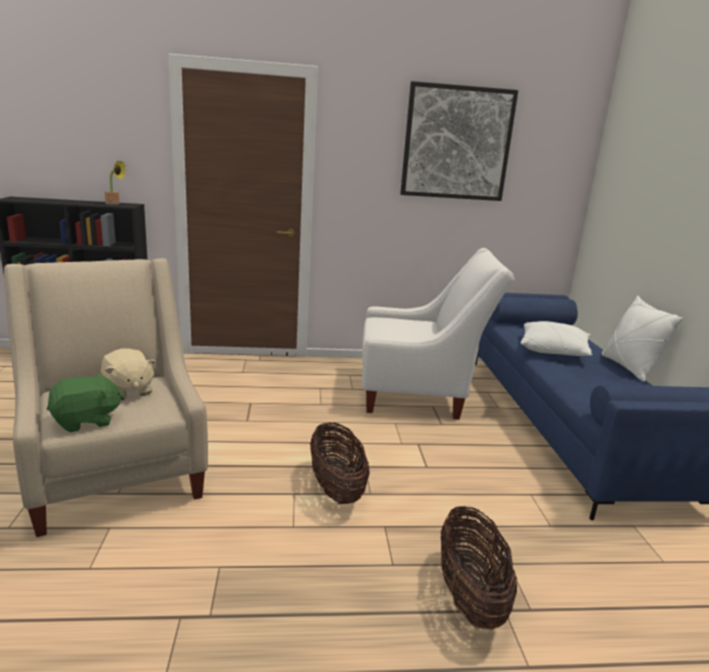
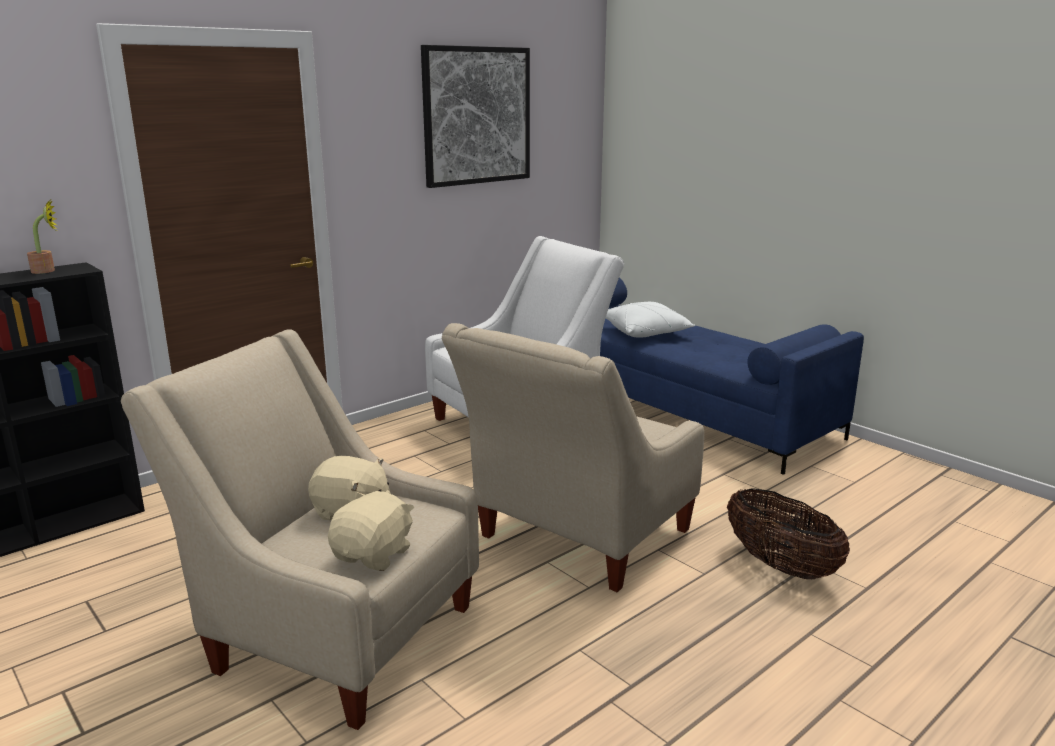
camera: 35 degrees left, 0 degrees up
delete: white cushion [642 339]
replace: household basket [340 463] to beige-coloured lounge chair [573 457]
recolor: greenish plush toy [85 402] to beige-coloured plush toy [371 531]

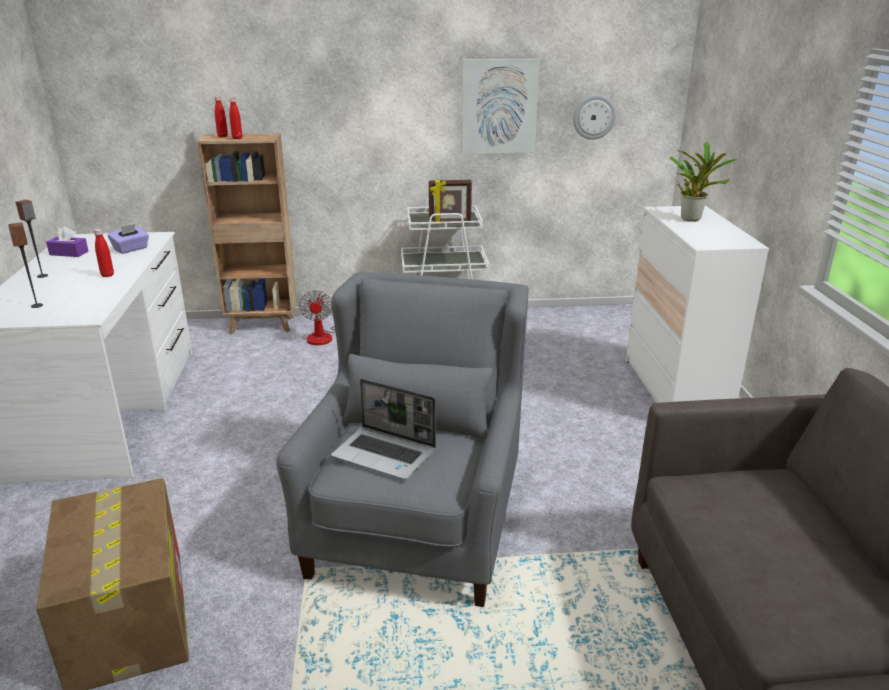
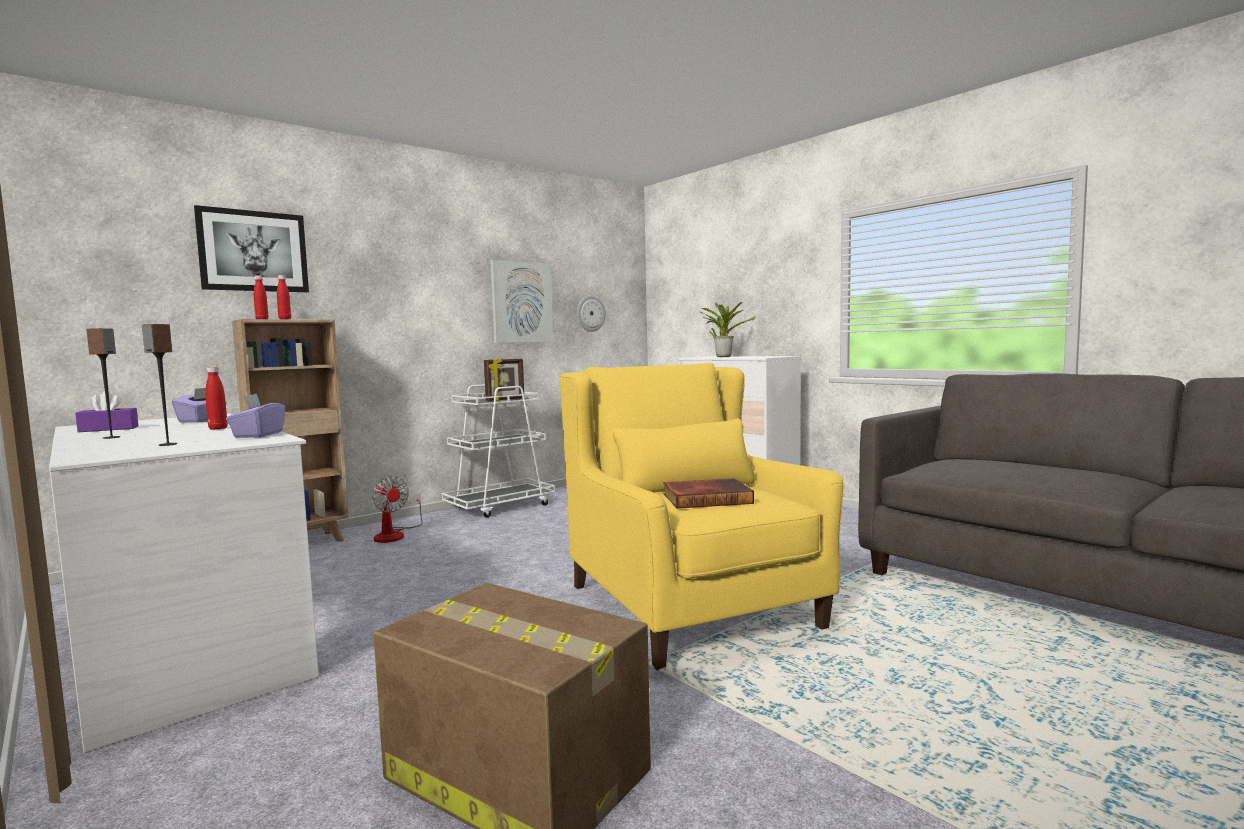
camera: 35 degrees left, 20 degrees down
insert: picture [251 248]; purple tissue holder [255 416]
replace: laptop [383 429] to volume [708 493]
recolor: gray lounge chair [402 439] to yellowish lounge chair [702 517]

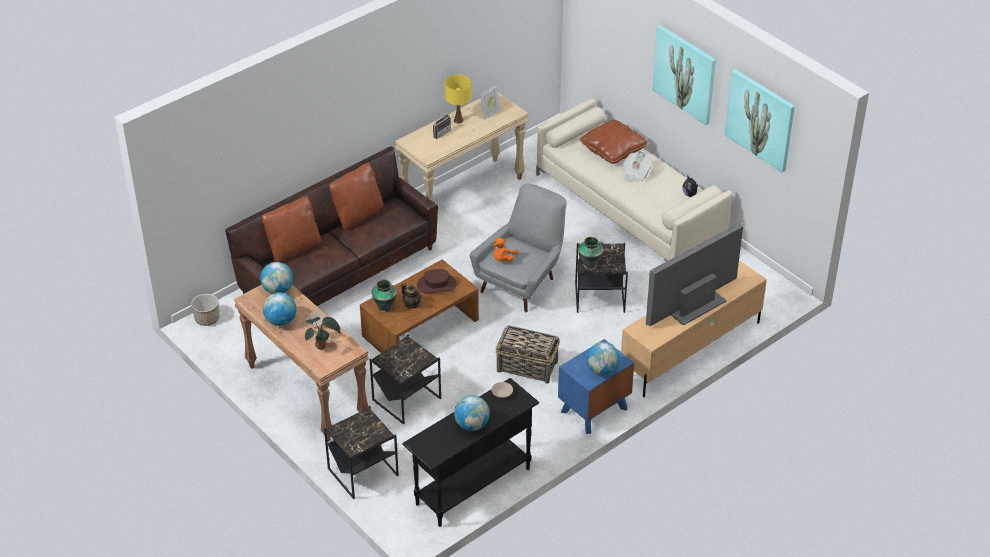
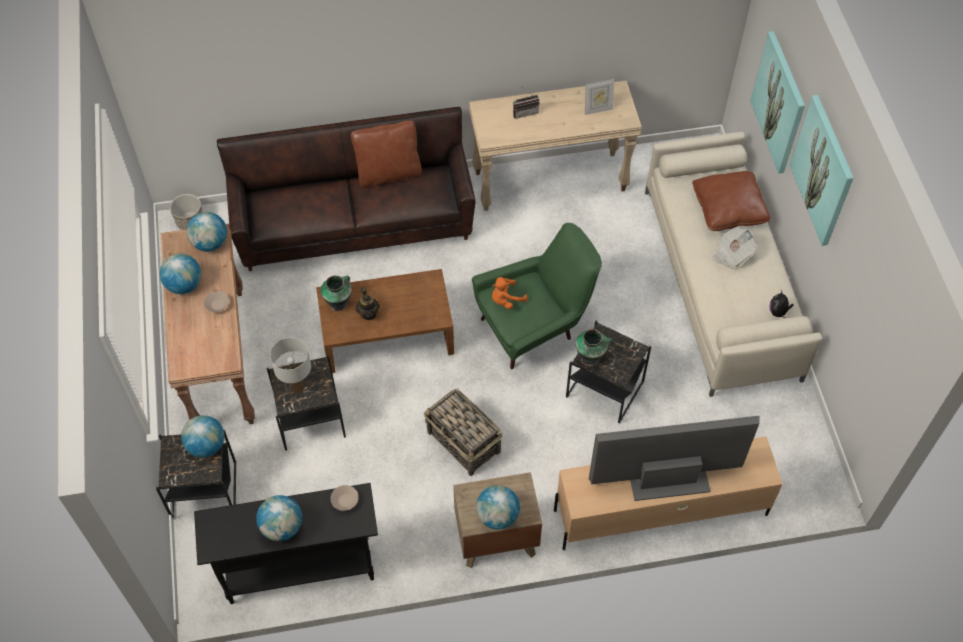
camera: 30 degrees right, 15 degrees up
delete: yellowish tabletop lamp [458 99]; brown cushion [291 229]; brown hat [437 281]; houseplant [323 333]
insert: white tabletop lamp [290 365]; desk globe [202 436]
move: picture [760 121] to [777 102]
recolor: gray lounge chair [518 248] to greenish lounge chair [537 296]; blue night table [596 386] to brown night table [497 520]

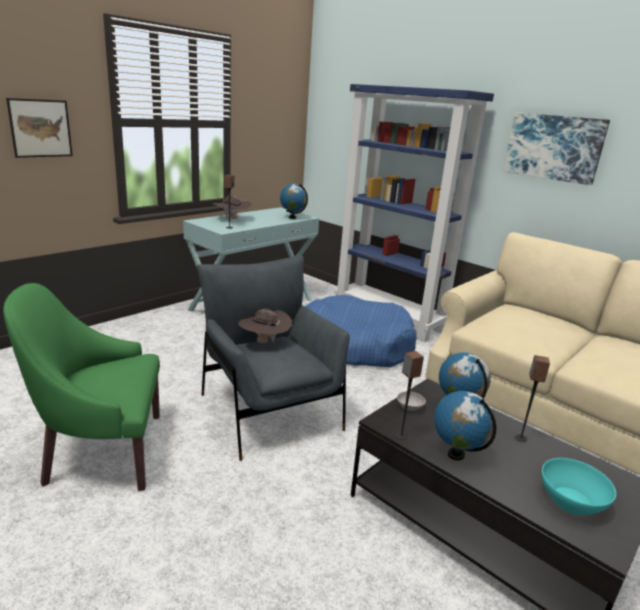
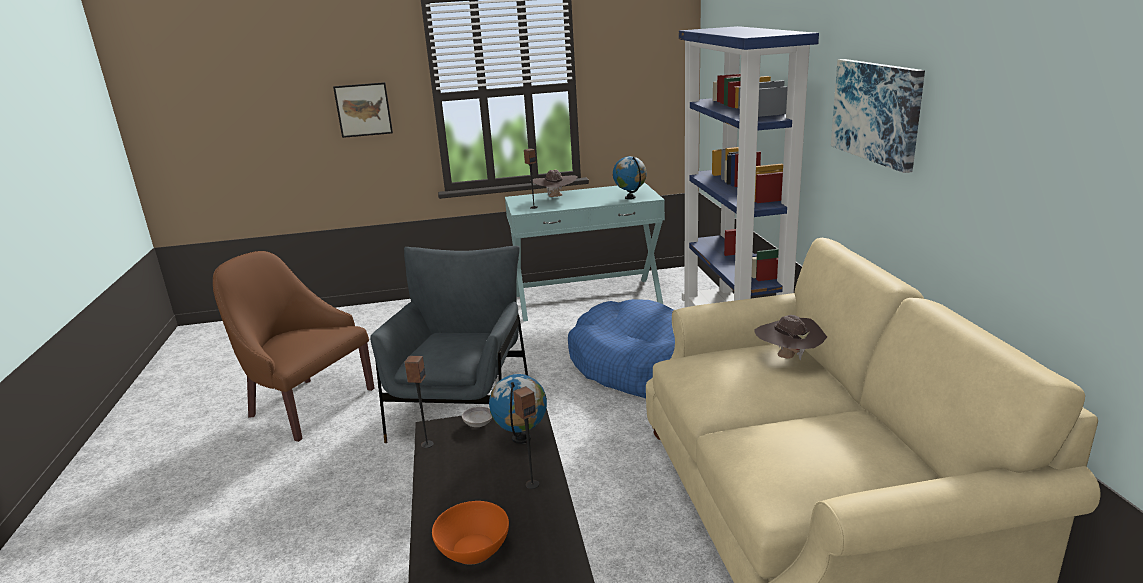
camera: 40 degrees right, 0 degrees up
delete: desk globe [465 426]
move: brown hat [265 326] to [791 338]
recolor: greenish lounge chair [81 387] to brown lounge chair [294 346]; turquoise bowl [579 486] to orange-coloured bowl [470 533]

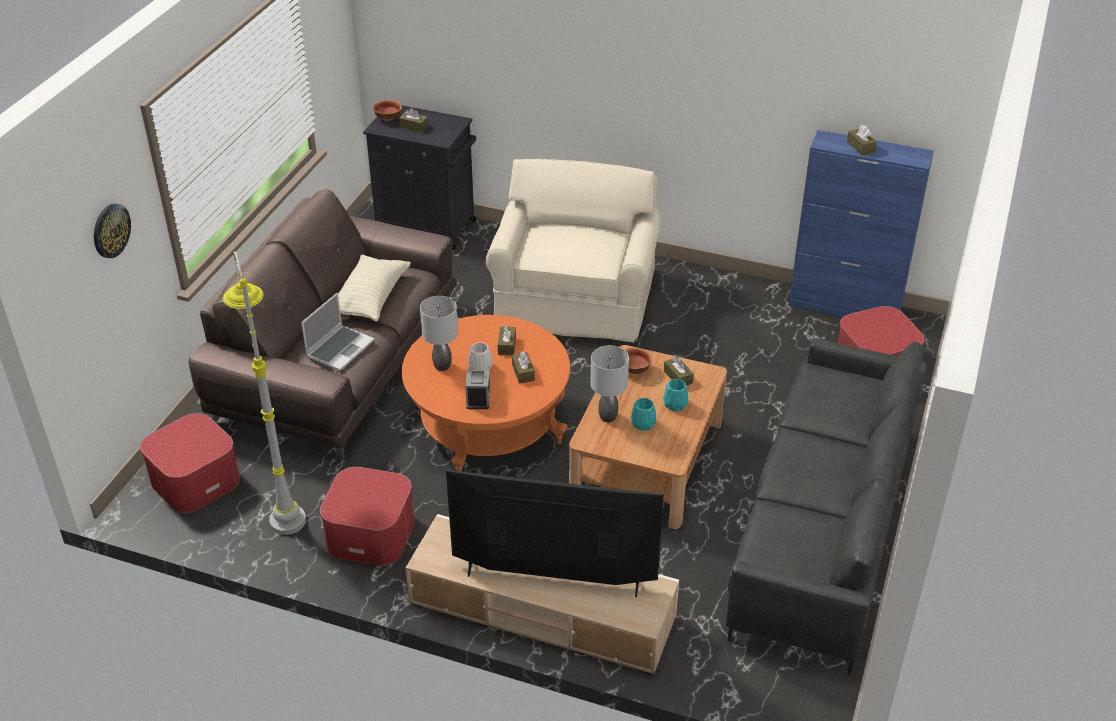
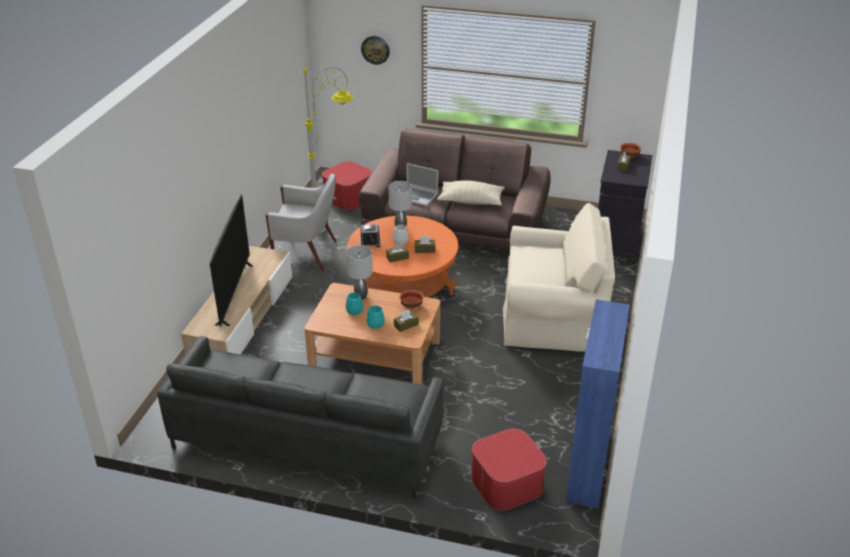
camera: 85 degrees right, 5 degrees down
delete: brown tissue holder [862 140]
replace: footrest [367 516] to white lounge chair [300 223]

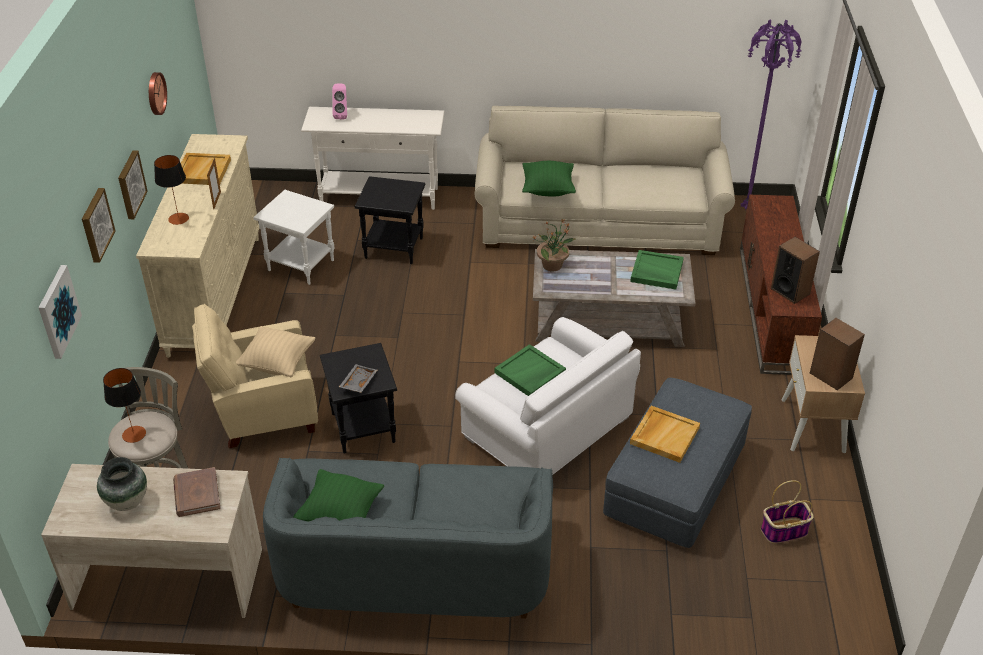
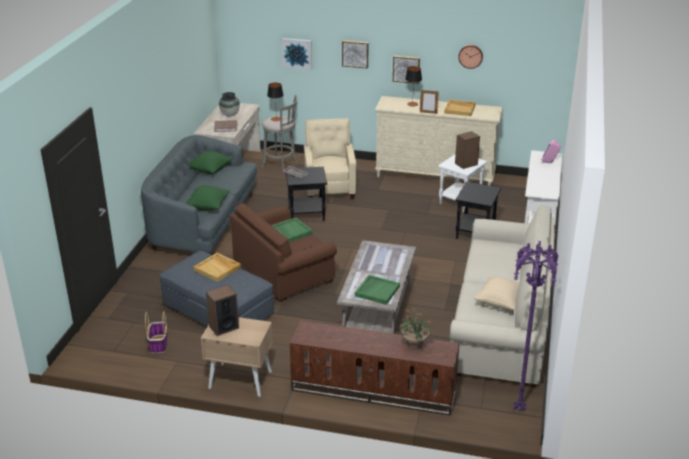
camera: 100 degrees right, 10 degrees down
move: greenish cushion [549 178] to [207 197]; houseplant [555 245] to [417 329]; speaker [795 270] to [467 150]; beige-coloured cushion [275 351] to [496 293]
recolor: white lounge chair [548 395] to brown lounge chair [283 252]

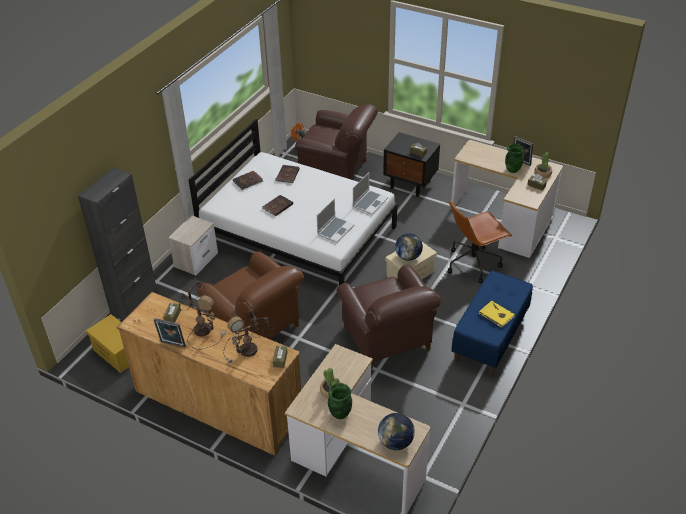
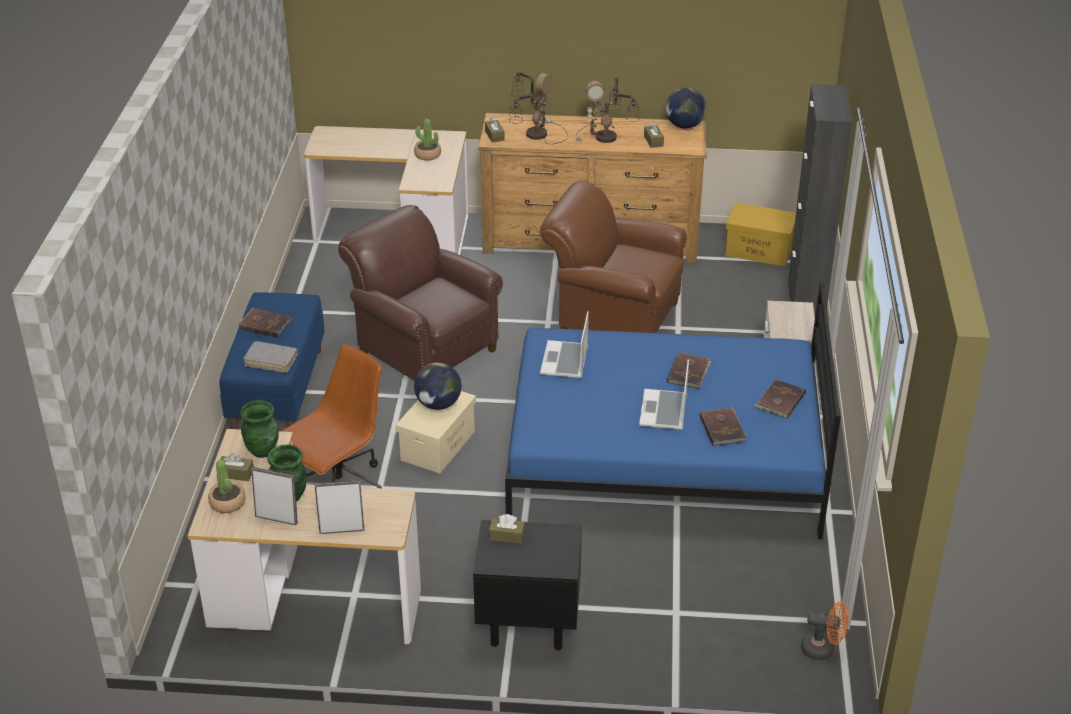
camera: 155 degrees right, 5 degrees down
delete: brown lounge chair [336 142]
insert: gray volume [270 357]
move: laptop [370 193] to [664 394]; picture frame [170 333] to [339 507]; greenish decorative vase [340 401] to [259 429]; desk globe [396 431] to [686 108]
recolor: white sleeping bed [292 202] to blue sleeping bed [673 410]; yellowish volume [497 314] to brown volume [265 322]

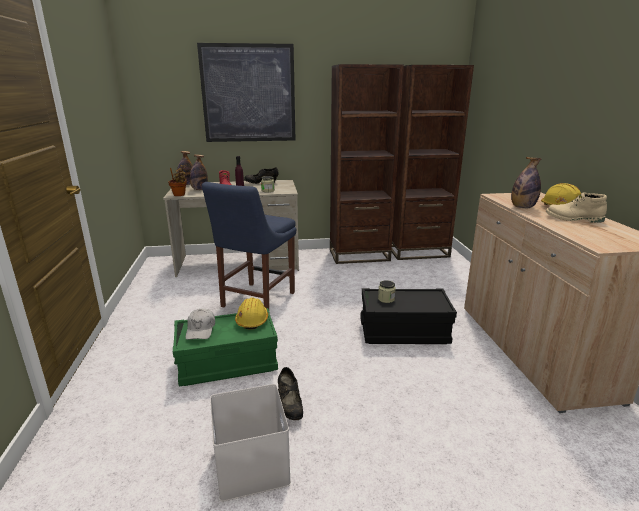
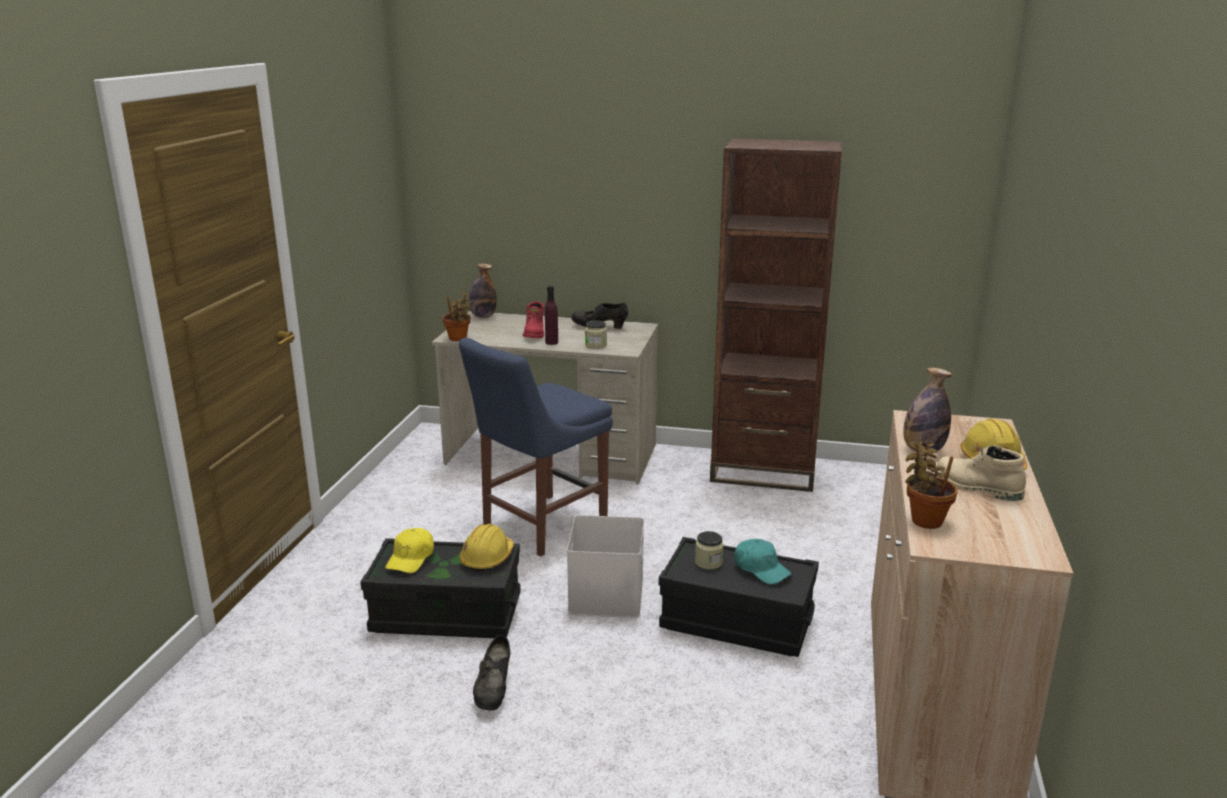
camera: 20 degrees right, 0 degrees up
delete: picture [246 92]; brown bookshelf [432 162]; bottle [199 172]
insert: houseplant [931 485]; turquoise peaked cap [763 561]
move: white storage box [250 443] to [605 566]
recolor: greenish storage box [225 347] to blackish storage box [440 588]; white peaked cap [200 324] to yellowish peaked cap [409 550]

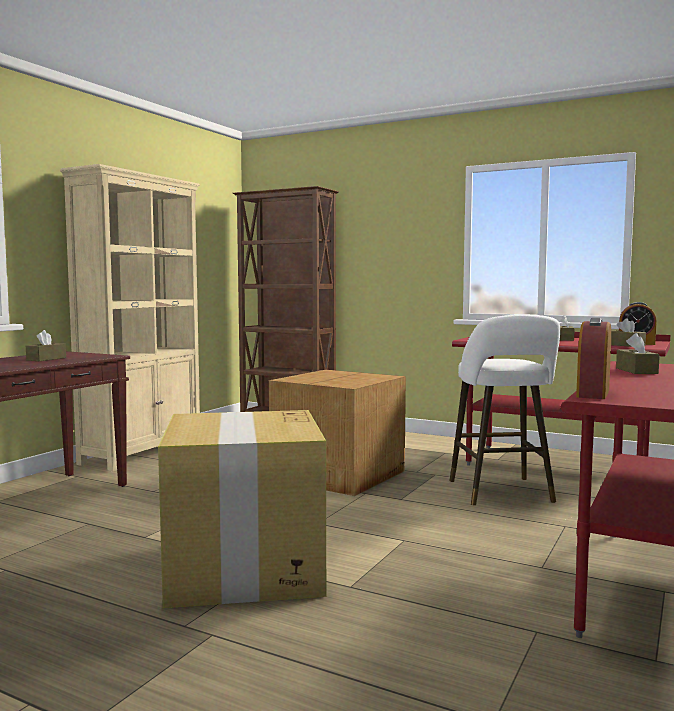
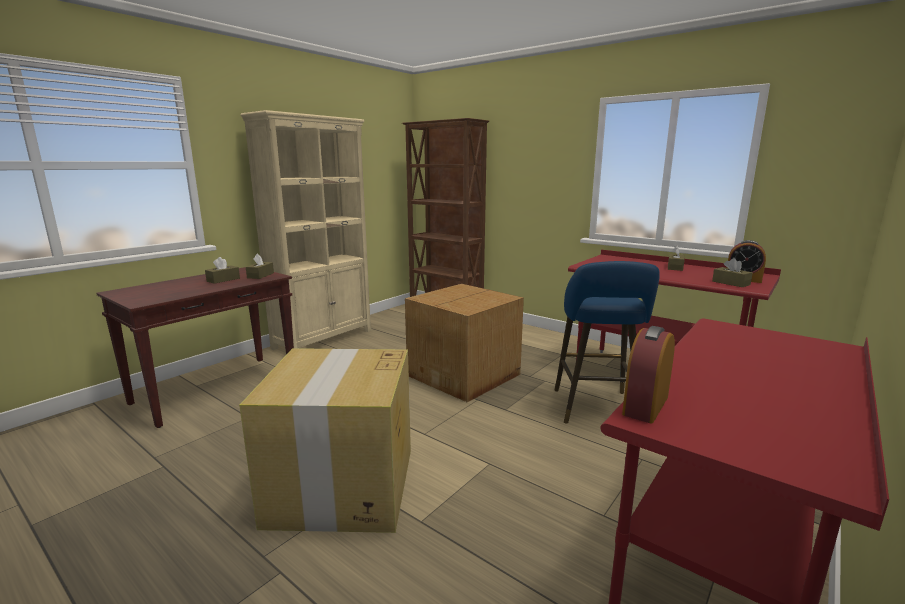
camera: 10 degrees right, 10 degrees up
move: brown tissue holder [638 353] to [260 266]
recolor: white sitting stool [505 409] to blue sitting stool [607 342]

